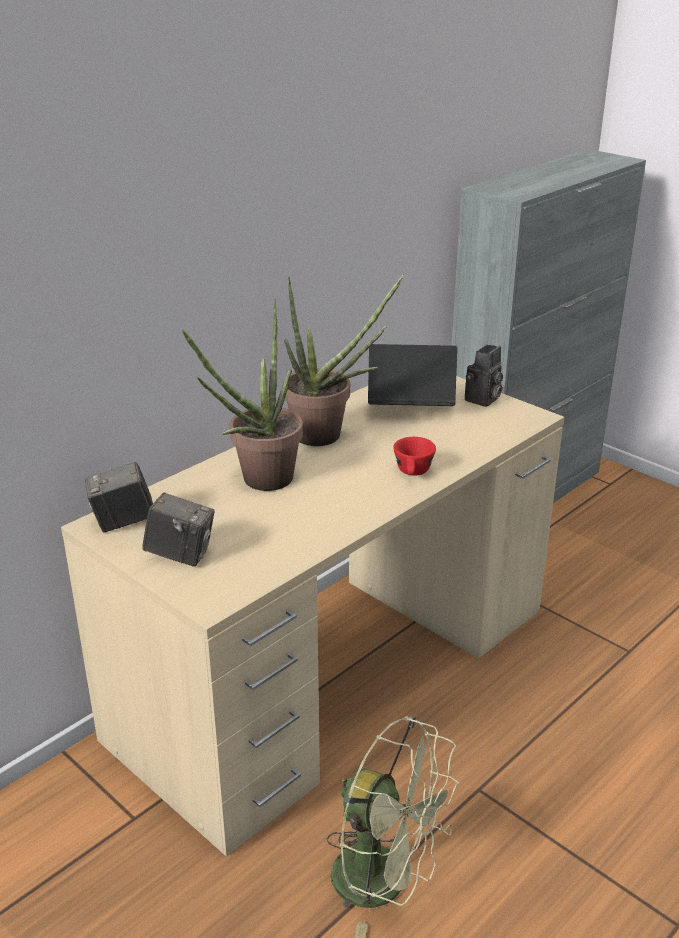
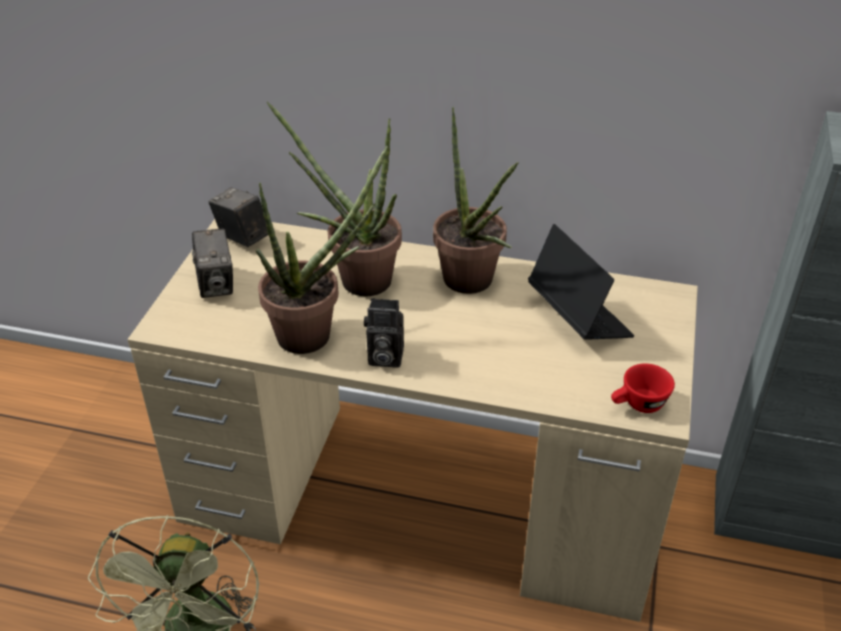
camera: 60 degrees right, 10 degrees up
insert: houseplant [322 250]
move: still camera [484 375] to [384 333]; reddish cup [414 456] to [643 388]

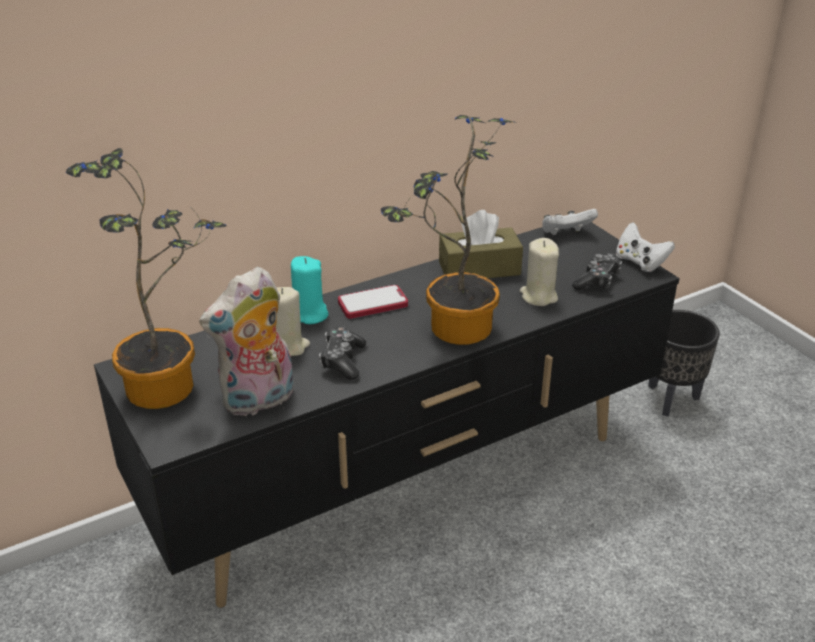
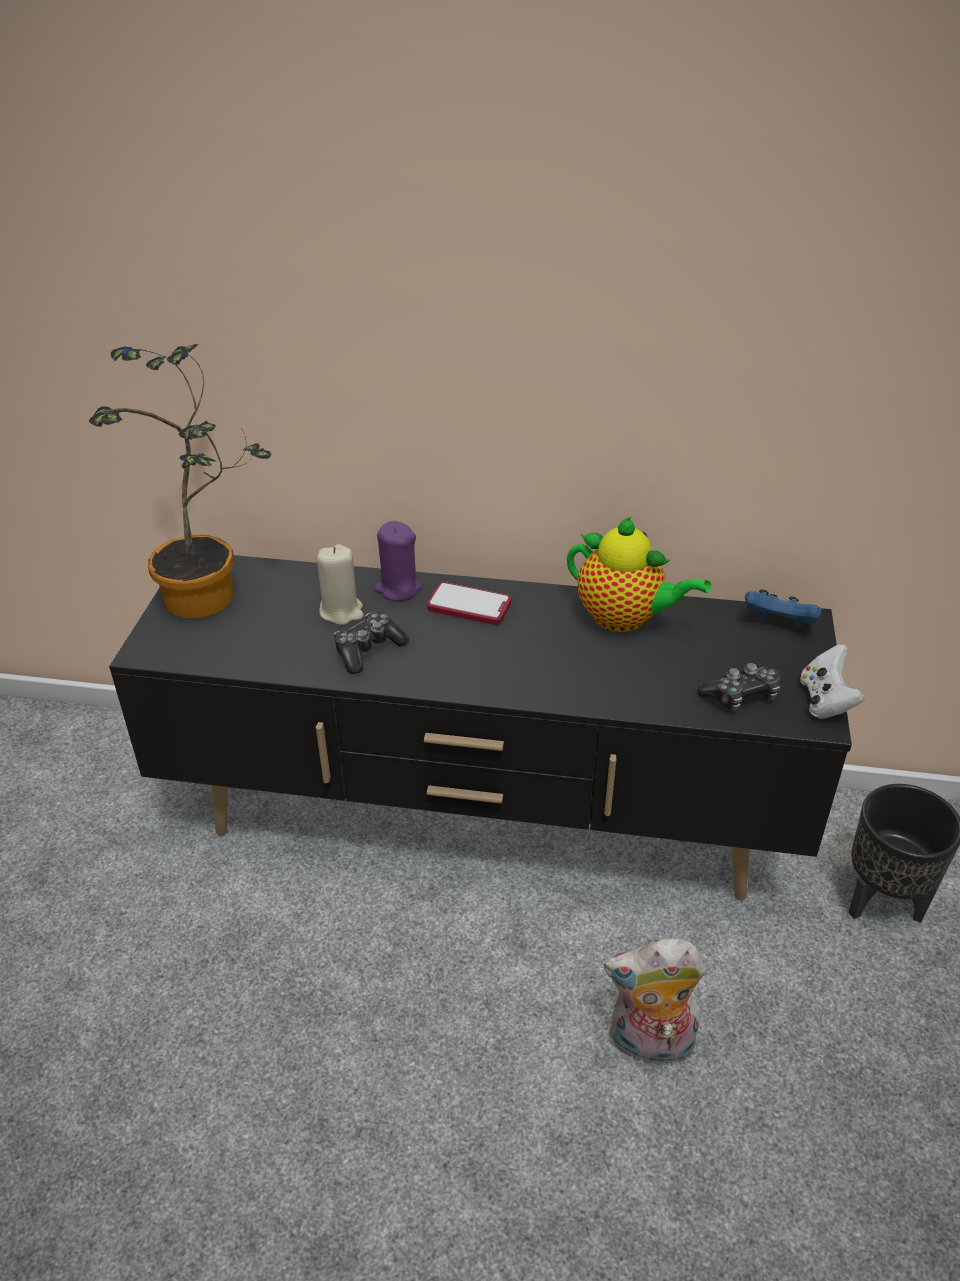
camera: 40 degrees right, 5 degrees up
delete: houseplant [448 230]; beige-coloured candle [539 272]
move: plush toy [246 342] to [655 1002]
replace: brown tissue holder [481 244] to tea pot [639 574]
recolor: white joypad [570 222] to blue joypad [783 608]; turquoise candle [310 290] to purple candle [398 561]

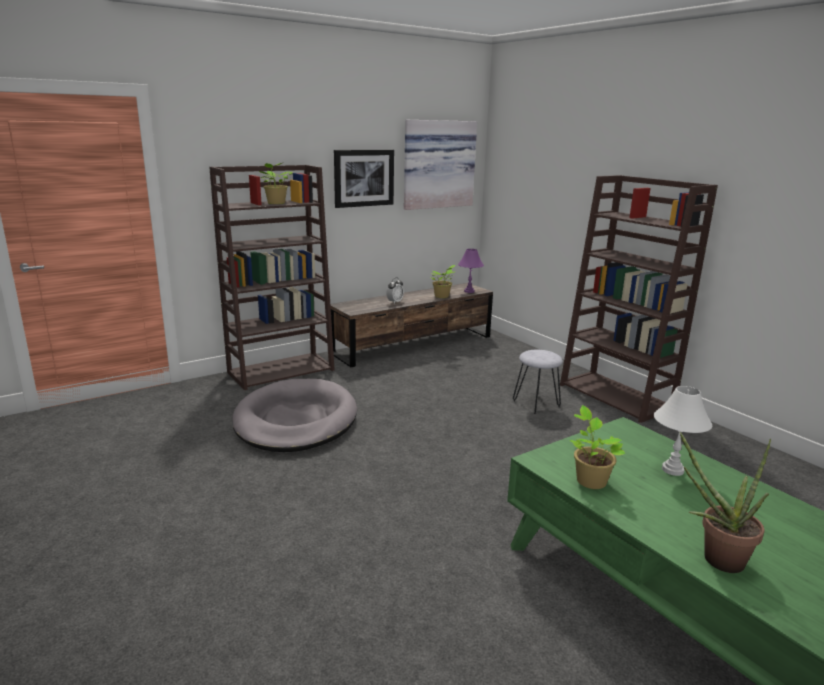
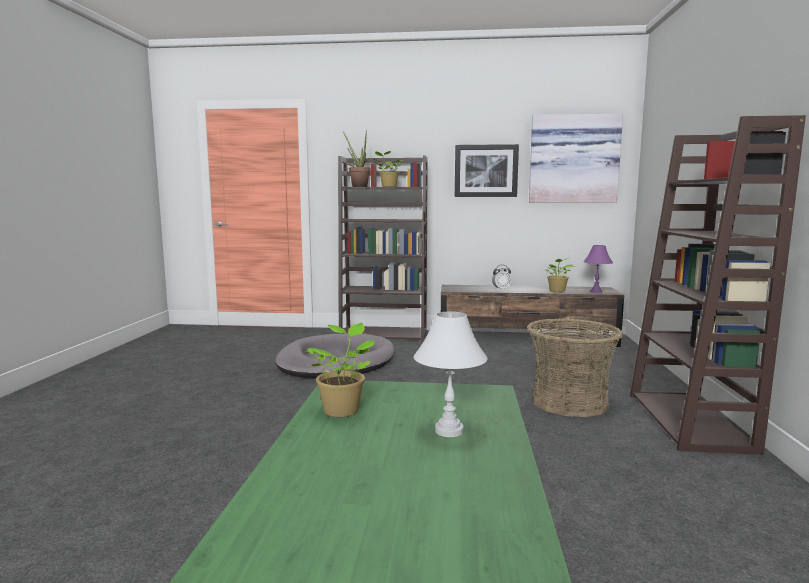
camera: 40 degrees right, 10 degrees down
move: houseplant [725 502] to [357 158]
replace: gray sitting stool [538 382] to household basket [575 367]

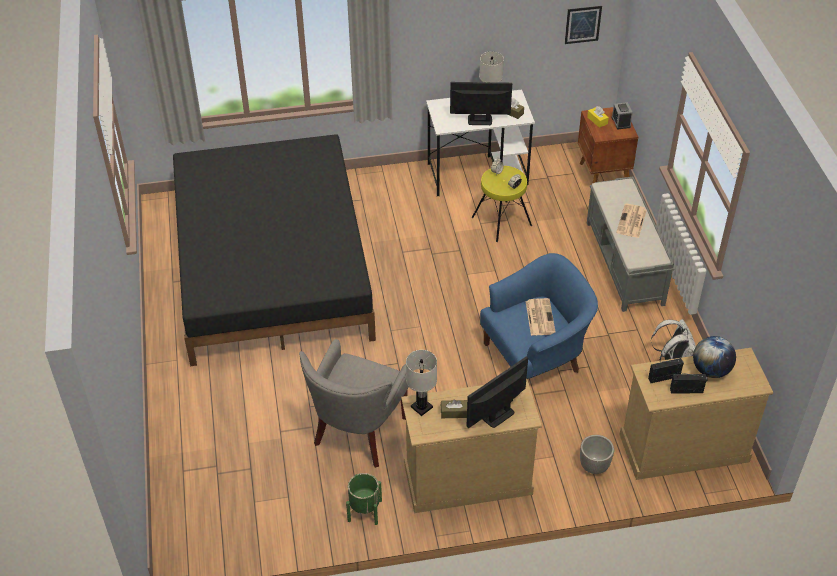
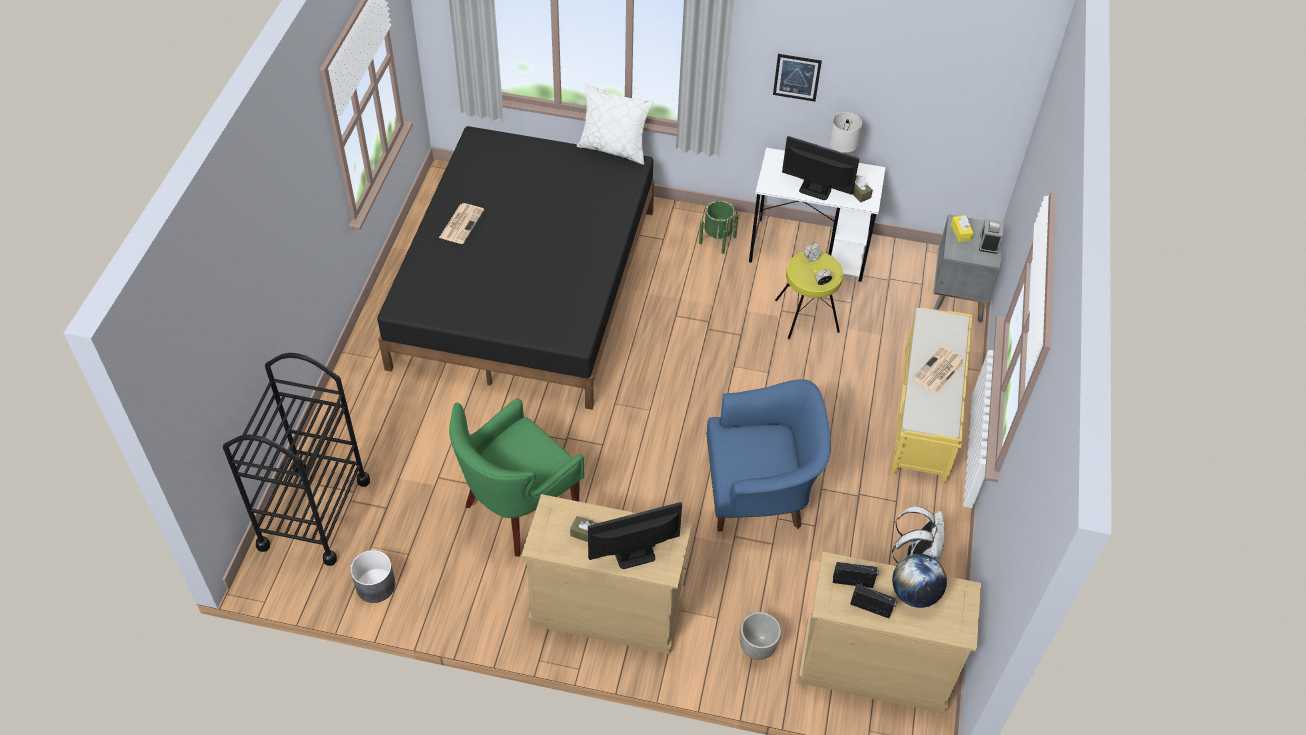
camera: 20 degrees right, 5 degrees up
delete: white tabletop lamp [421 383]
insert: white cushion [615 124]; blackish trolley [296 459]; gray planter [372 576]
move: picture [583 25] to [797 78]; daily paper [540 317] to [461 223]; greenish planter [364 499] to [719 227]
recolor: brown night table [608 145] to gray night table [968 268]; gray indoor bench [630 244] to yellowish indoor bench [931 395]; gray lounge chair [354 403] to greenish lounge chair [516 478]

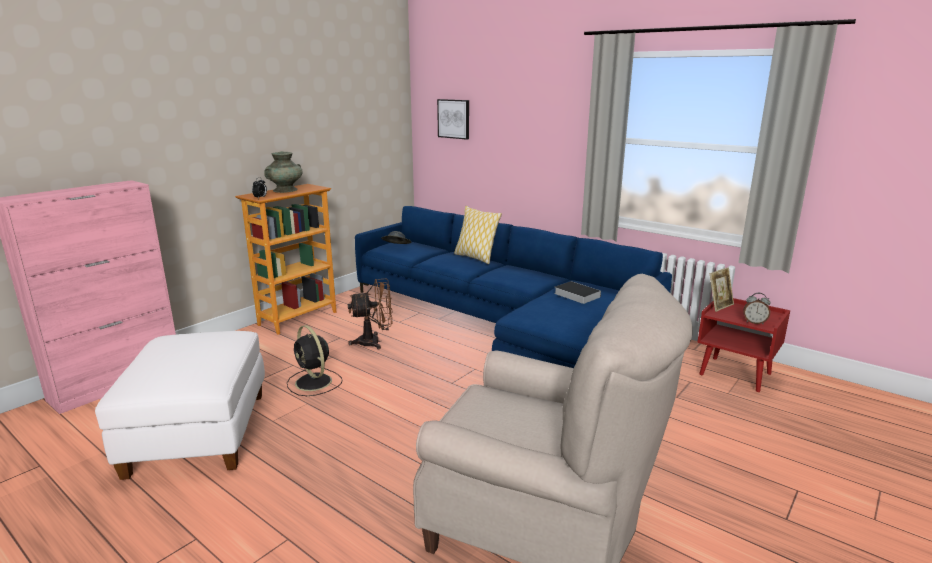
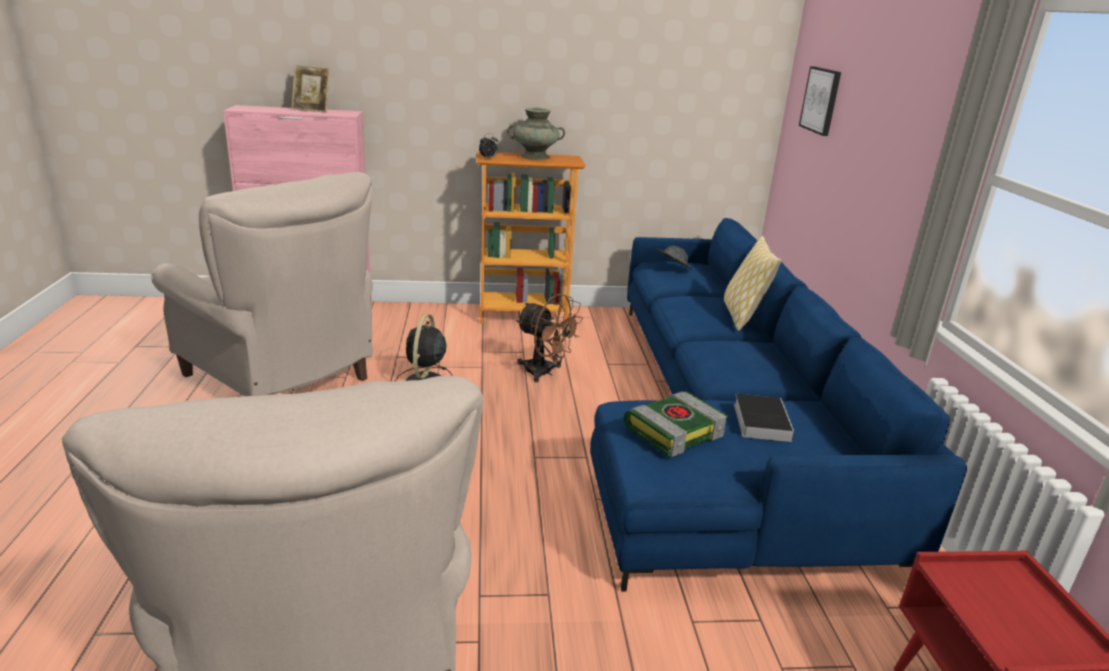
camera: 45 degrees right, 5 degrees up
delete: alarm clock [757 308]
insert: volume [676 424]
move: picture frame [722 289] to [310 89]
replace: white footrest [180 405] to beige-coloured lounge chair [262 284]

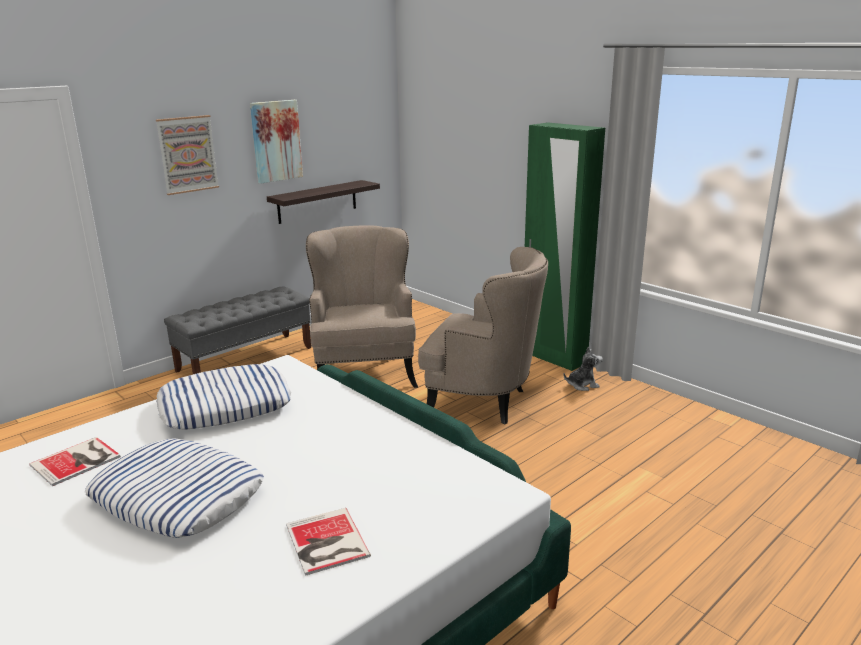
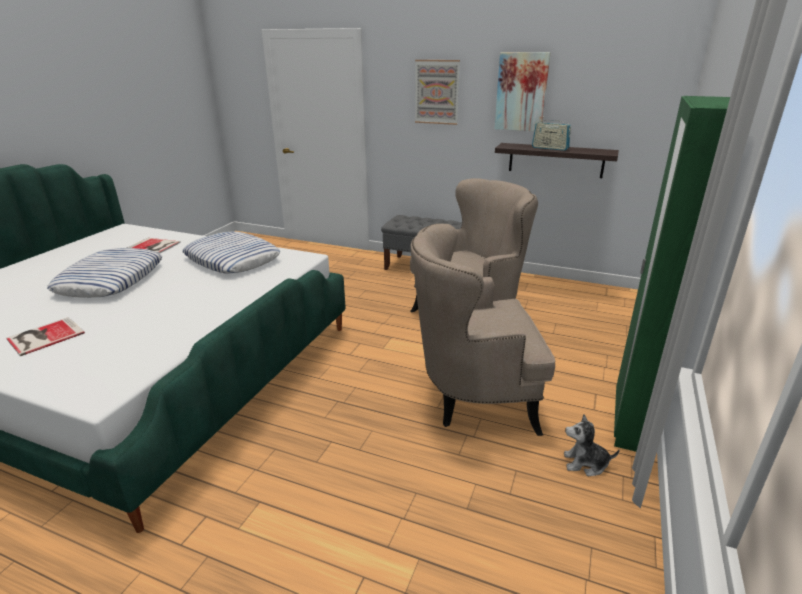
camera: 65 degrees right, 5 degrees up
insert: radio receiver [551 135]
rotate: beige-coloured lounge chair [483 335] = [483 329] 90 degrees clockwise; plush toy [583 369] = [592 445] 135 degrees clockwise

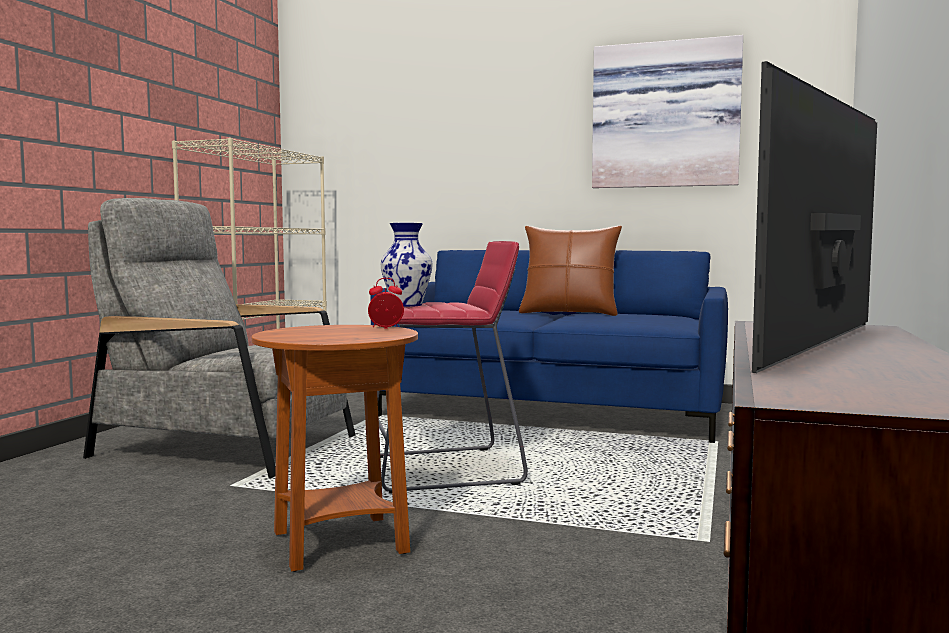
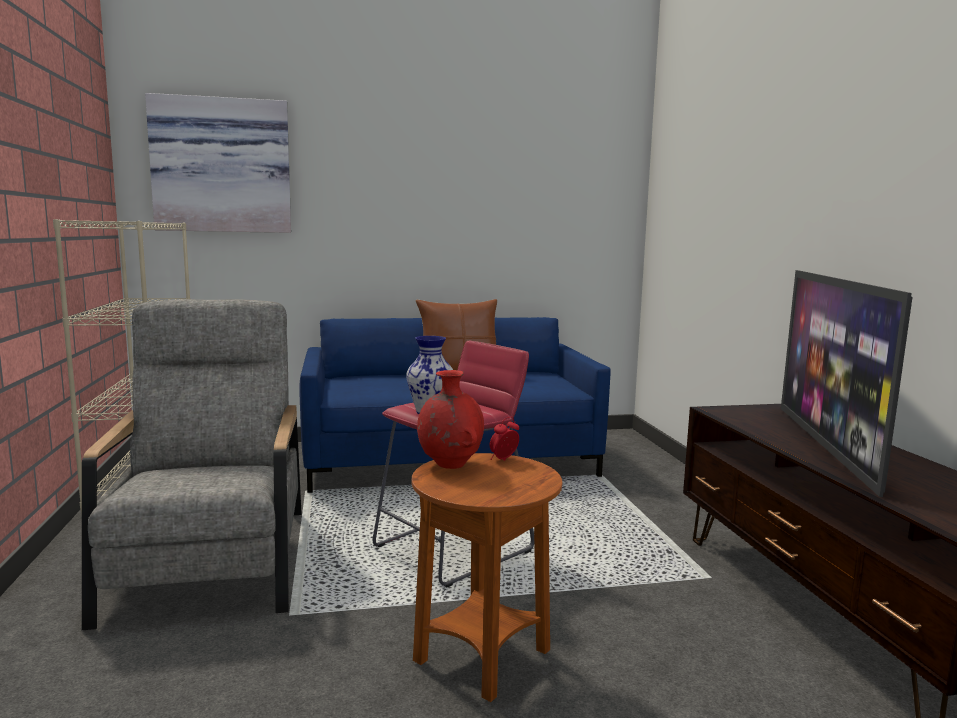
camera: 30 degrees left, 5 degrees up
insert: reddish decorative vase [450 419]
move: picture [667 111] to [218 163]
rotate: gray lounge chair [219 338] = [192 464] 90 degrees clockwise

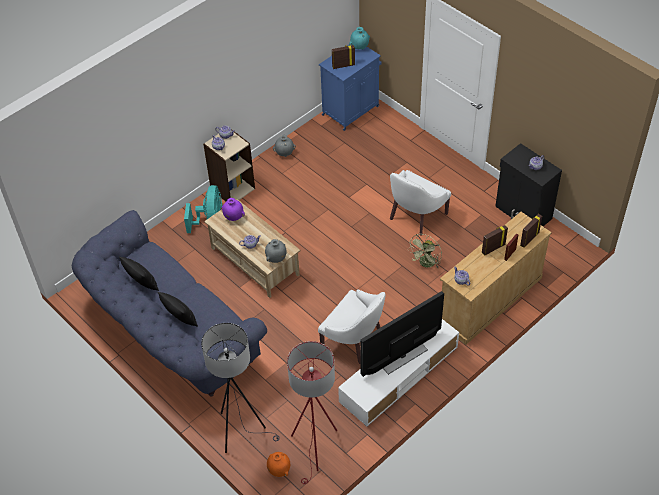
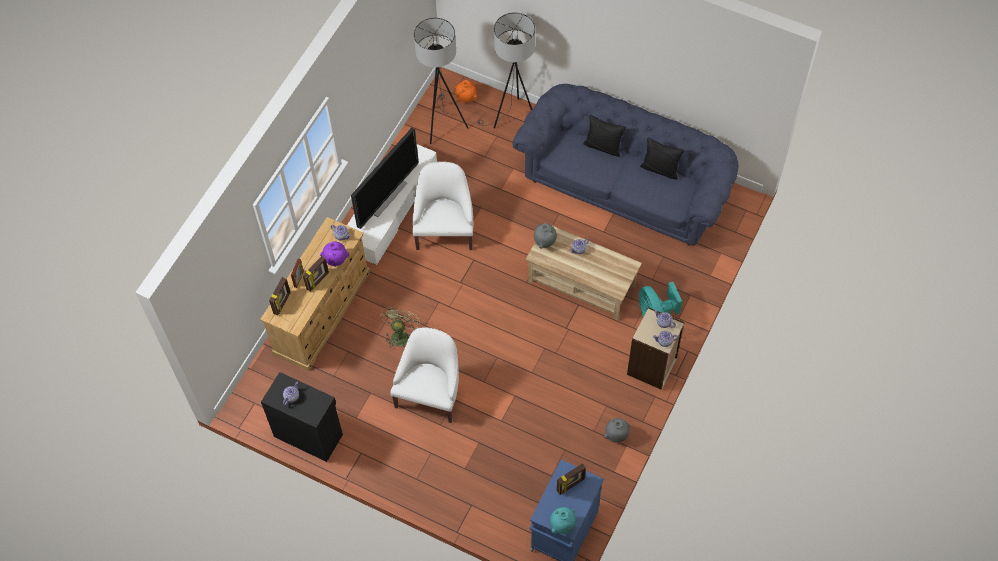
camera: 160 degrees right, 10 degrees up
move: purple decorative vase [233 209] to [334 254]
recolor: reddish standing lamp [312 412] to gray standing lamp [441 81]
rotate: white lounge chair [351 326] = [443 206] 75 degrees clockwise

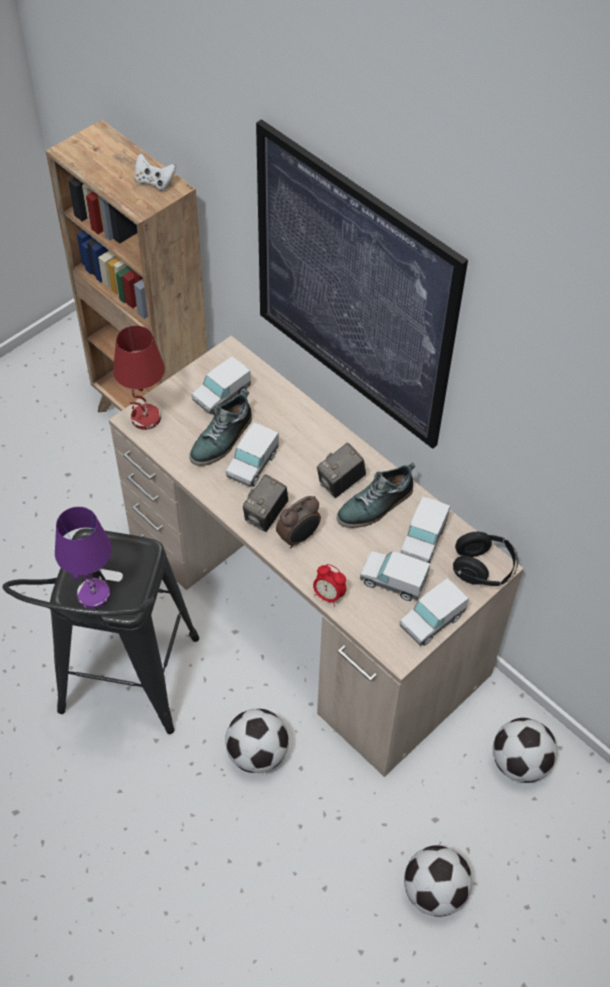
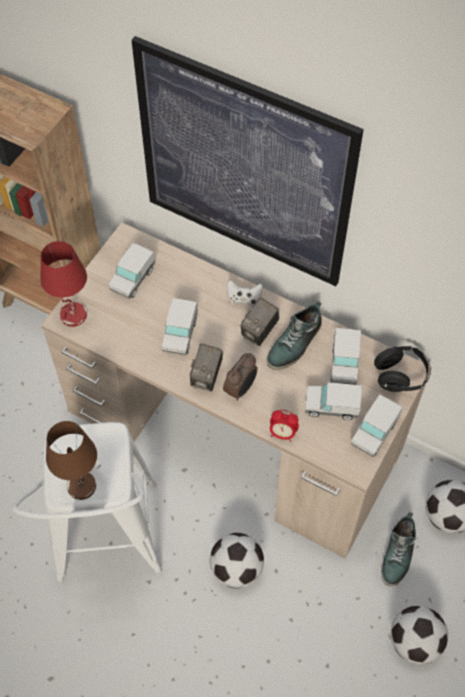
camera: 15 degrees left, 5 degrees up
move: white joypad [155 172] to [245 293]; low shoe [220 428] to [398 548]
recolor: purple tabletop lamp [83 558] to brown tabletop lamp [71 460]; blackish sitting stool [101 631] to white sitting stool [87 502]

